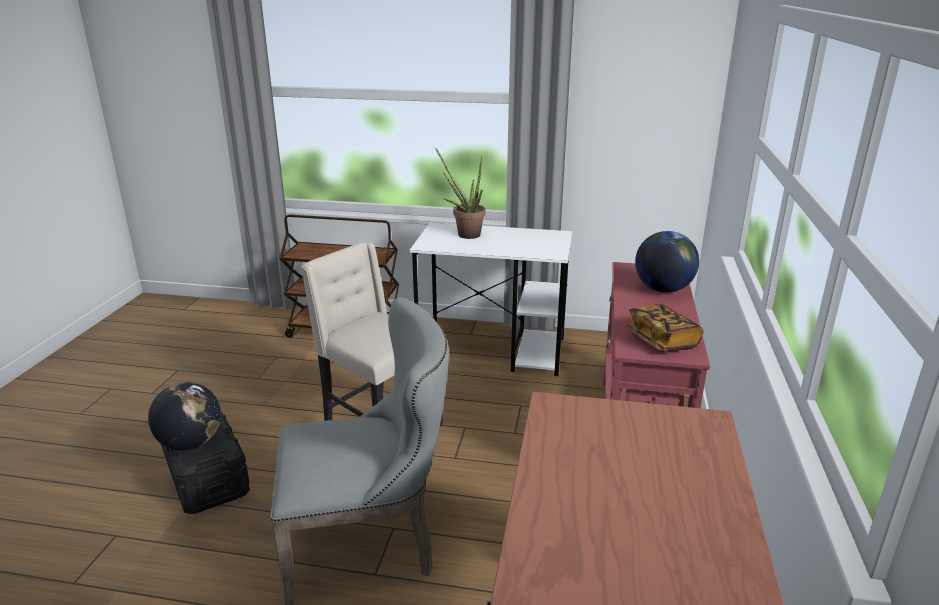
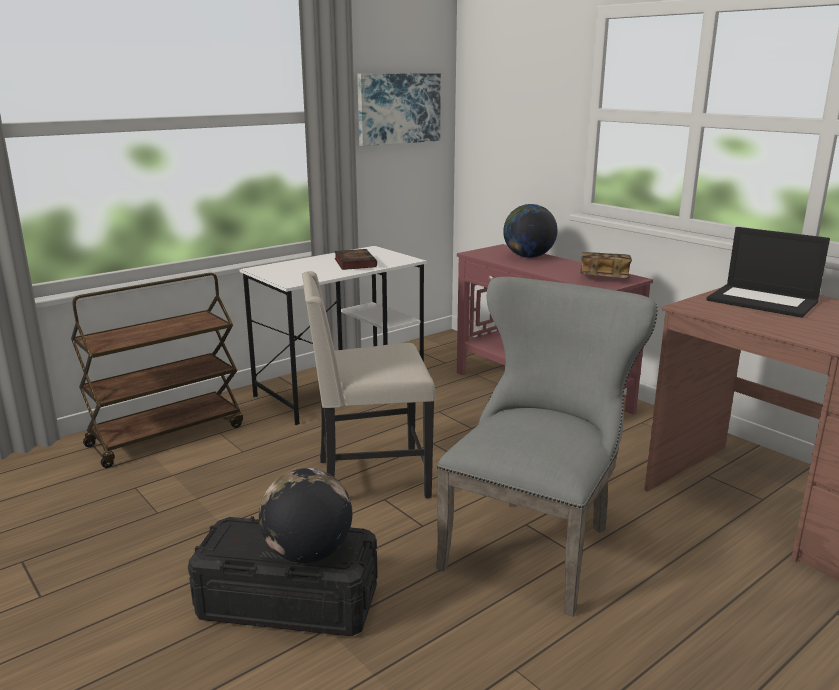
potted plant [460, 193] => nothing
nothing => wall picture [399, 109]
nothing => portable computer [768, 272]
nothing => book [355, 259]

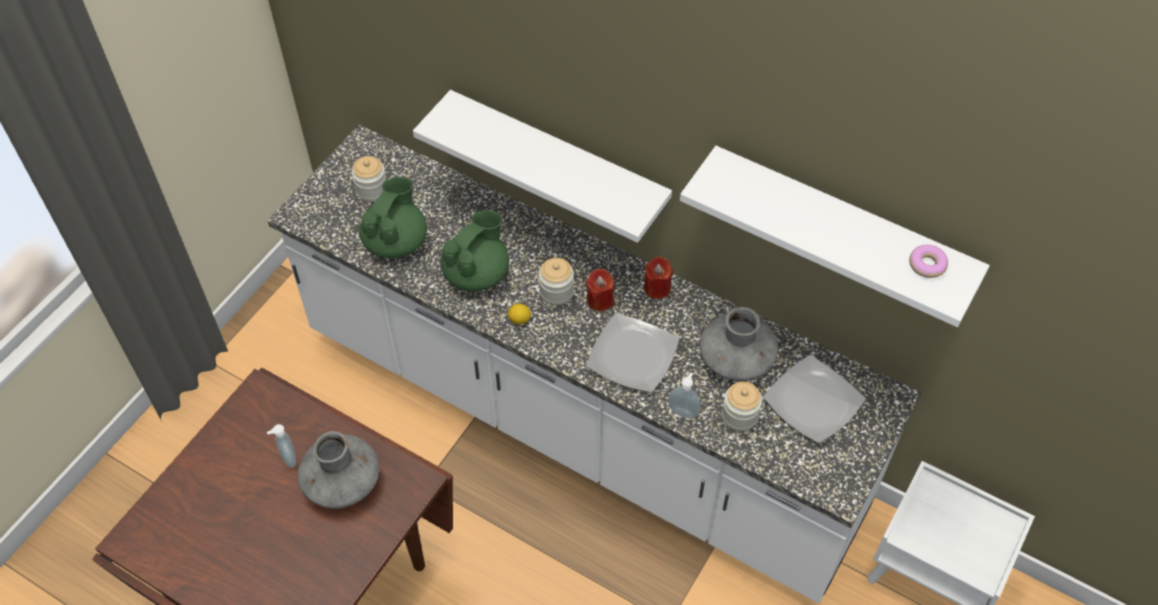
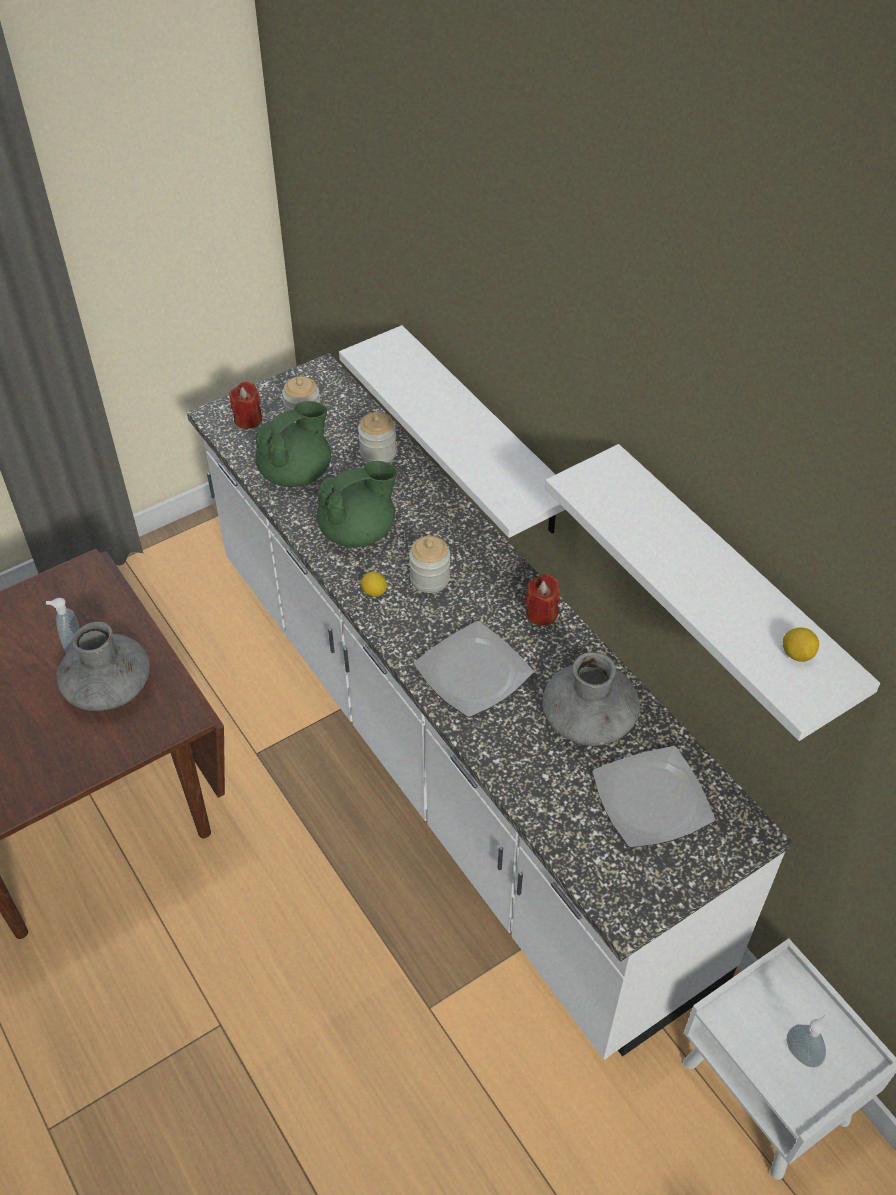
doughnut [928, 261] => citrus fruit [801, 645]
red-coloured candle [600, 290] => red-coloured candle [245, 405], moved
soap bottle [684, 396] => soap bottle [807, 1041], moved
jar [742, 406] => jar [377, 437], moved

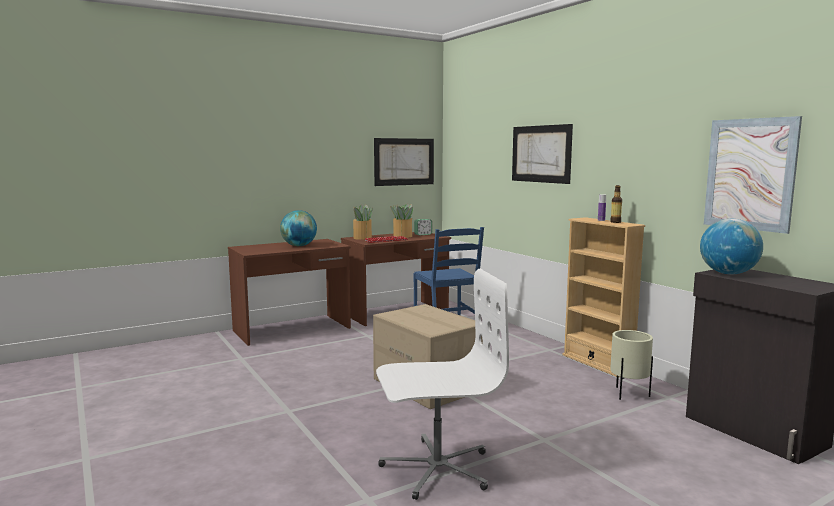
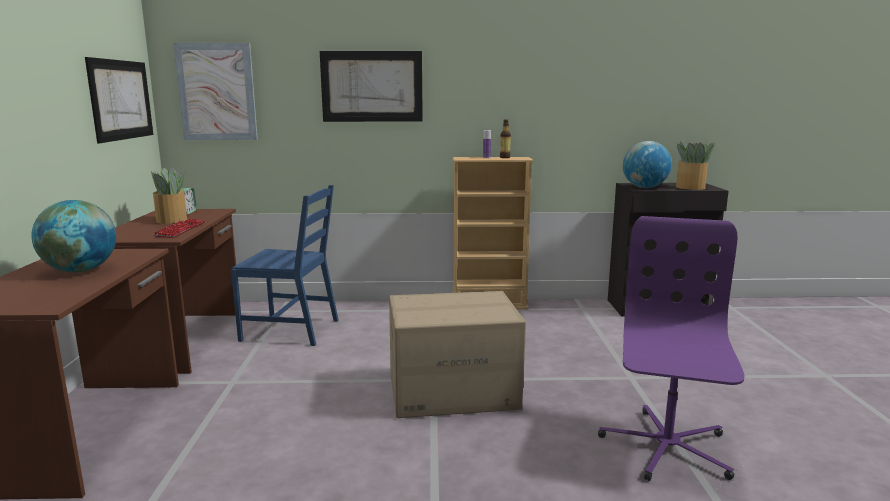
wall picture [753, 175] => wall picture [215, 91], moved
potted plant [363, 222] => potted plant [695, 165], moved
whitish computer chair [442, 384] => purple-coloured computer chair [671, 348]
beige plant pot [631, 365] => nothing

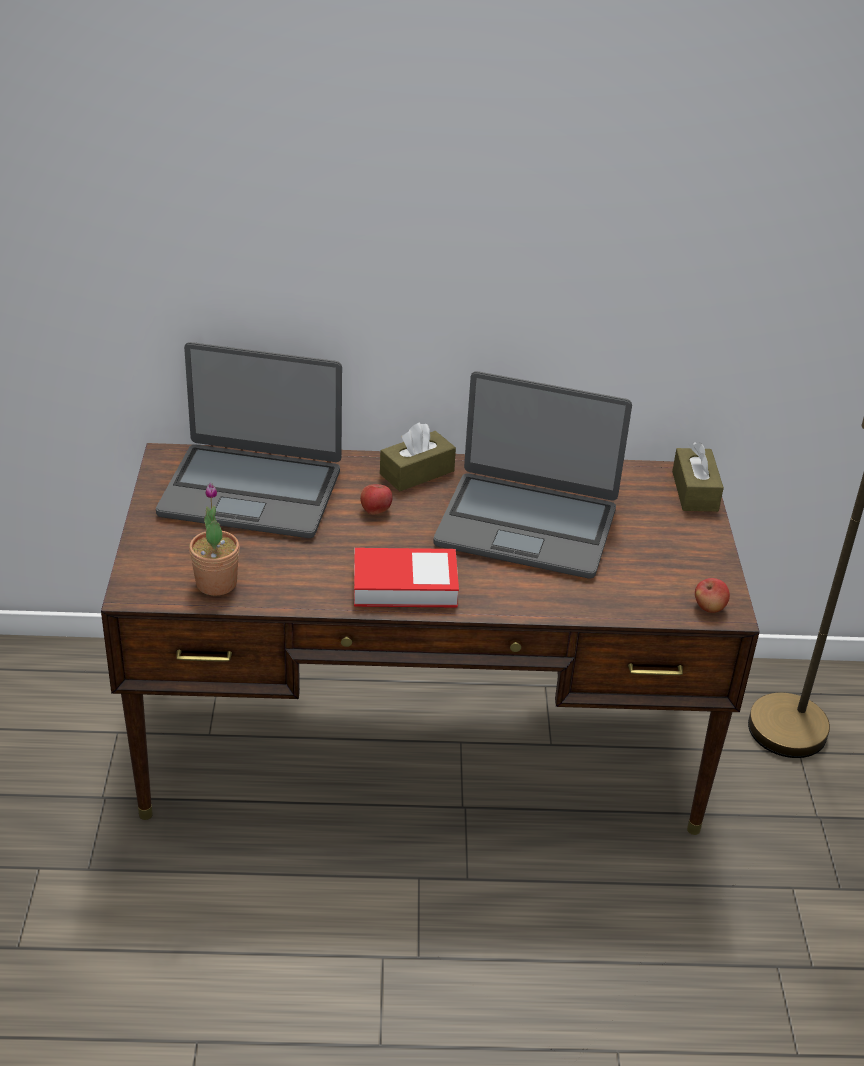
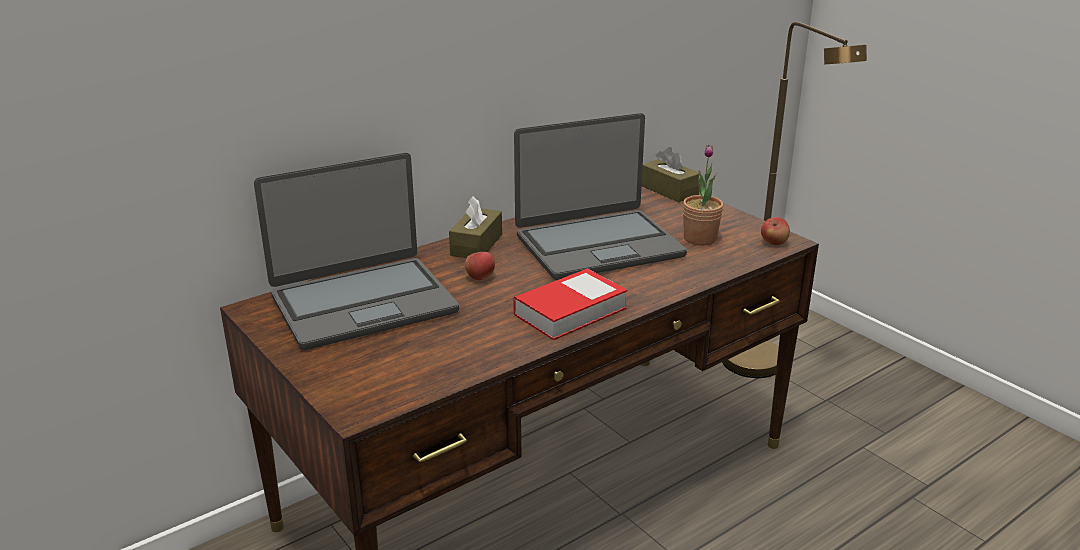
potted plant [214, 539] => potted plant [703, 195], moved

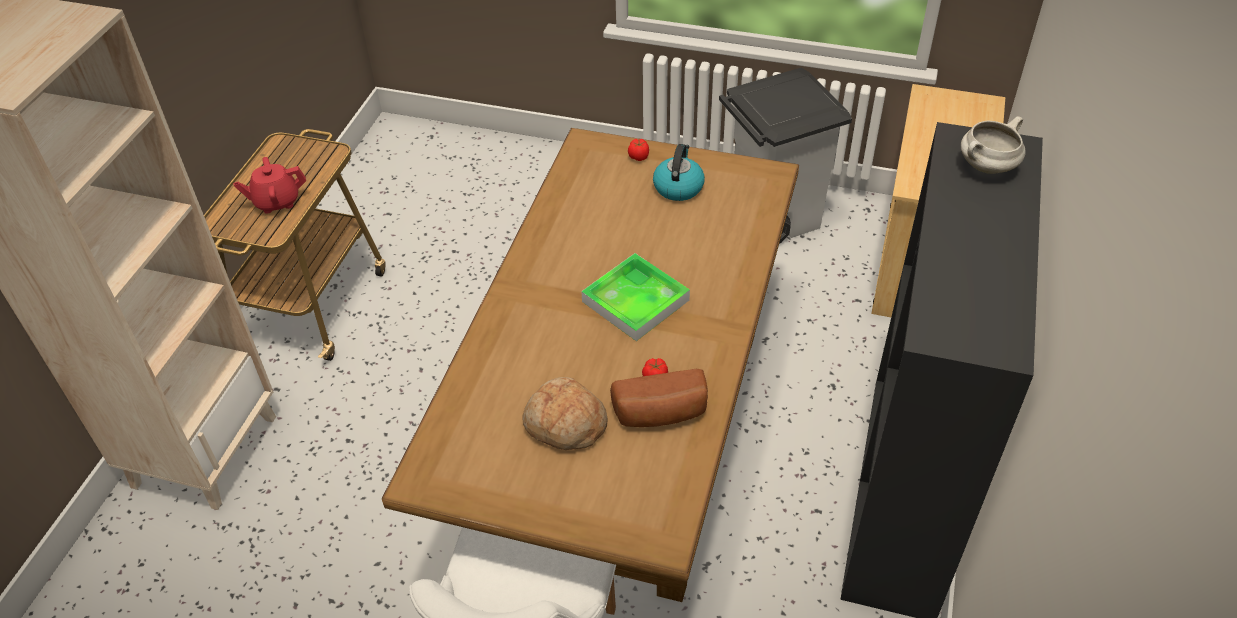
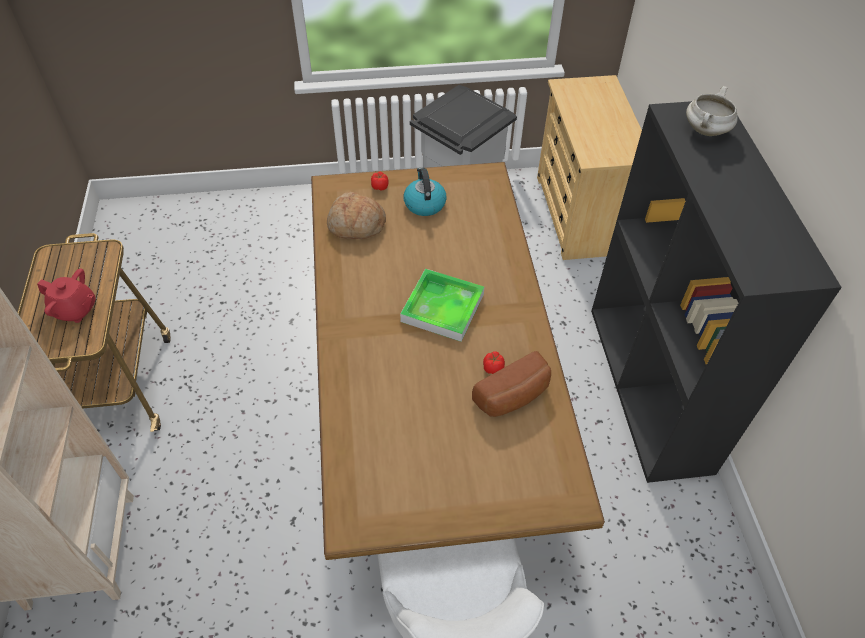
red-coloured tea pot [269, 185] => red-coloured tea pot [66, 295], 120 degrees counterclockwise
bakery bread [565, 413] => bakery bread [356, 215], moved

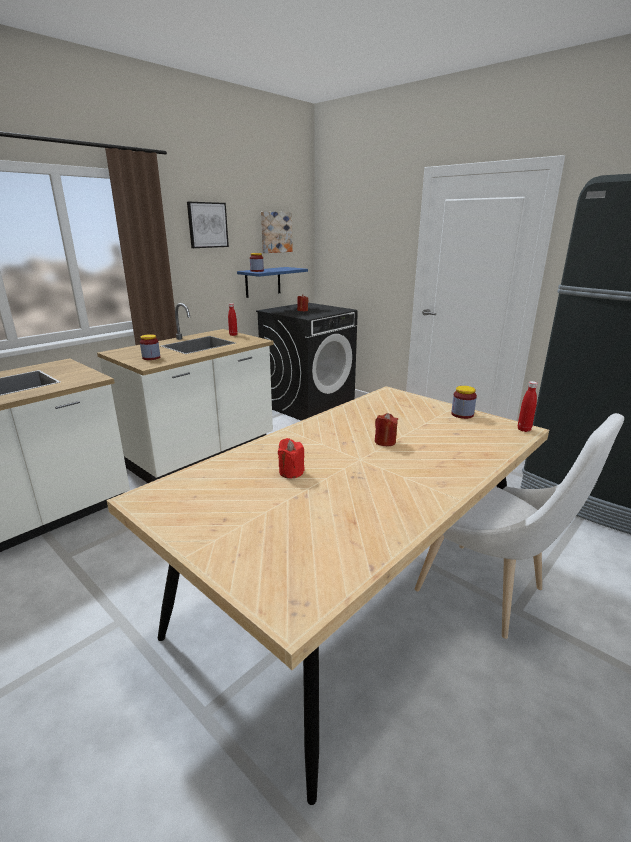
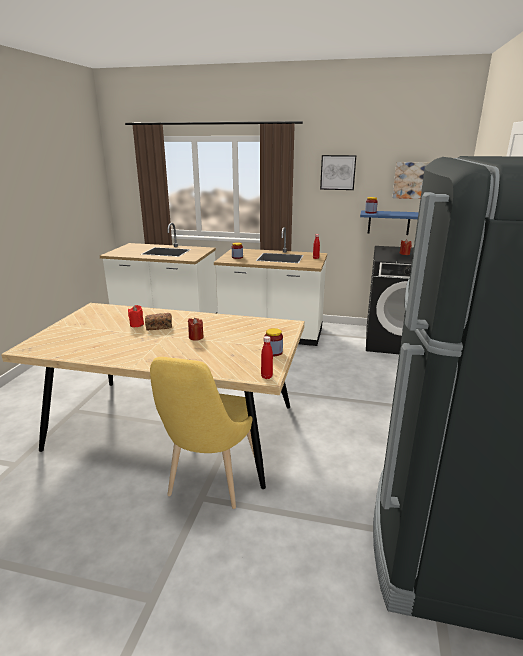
whitish upright chair [519, 526] => yellow-coloured upright chair [202, 433]
nothing => bakery bread [158, 322]

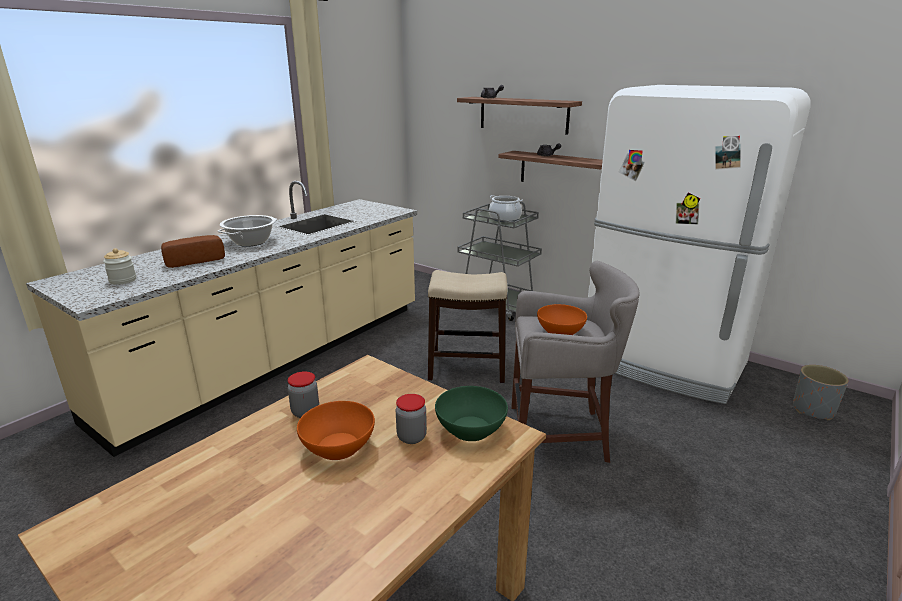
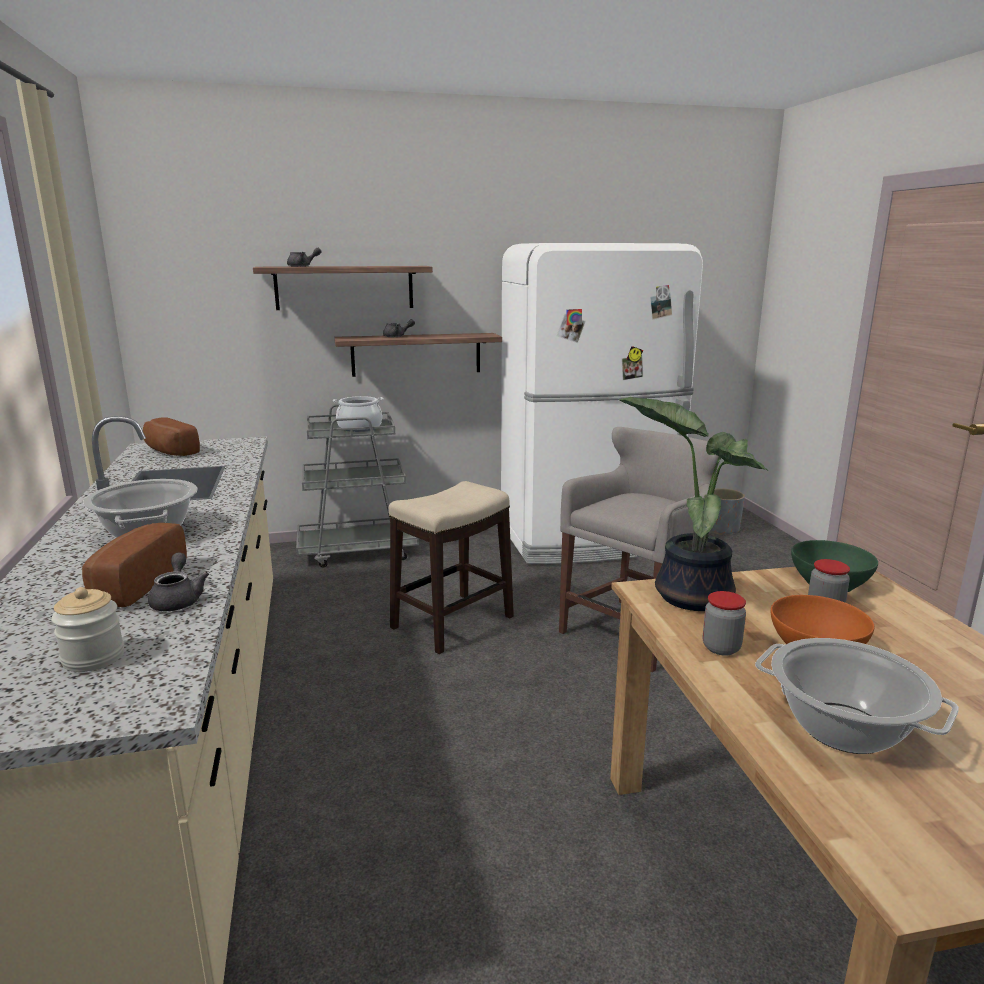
orangey deep dish [562, 319] => nothing
nothing => potted plant [693, 504]
nothing => bakery bread [171, 436]
nothing => grey tea pot [178, 582]
nothing => cooking pot [857, 696]

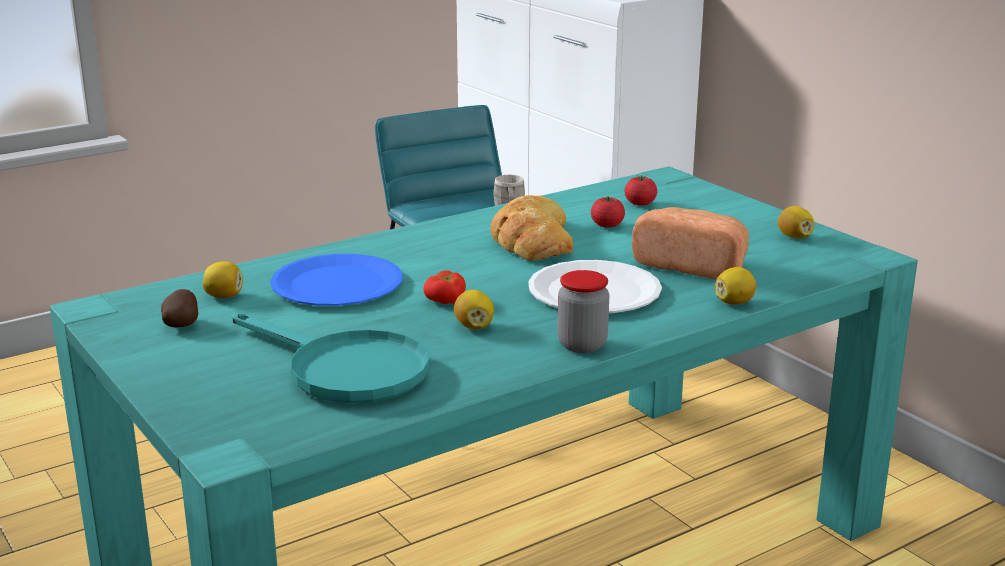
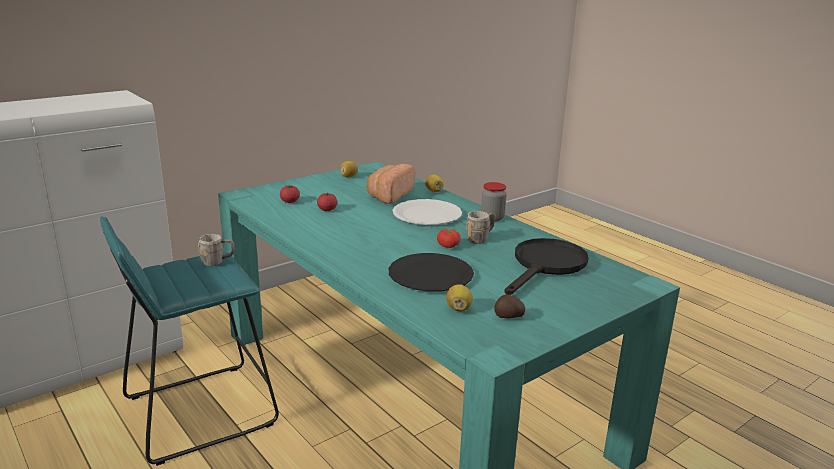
bakery bread [531, 228] => nothing
bluish dinner plate [336, 280] => black dinner plate [431, 272]
citrus fruit [474, 310] => grey tea mug [480, 227]
blue-green skillet [330, 357] => black skillet [547, 266]

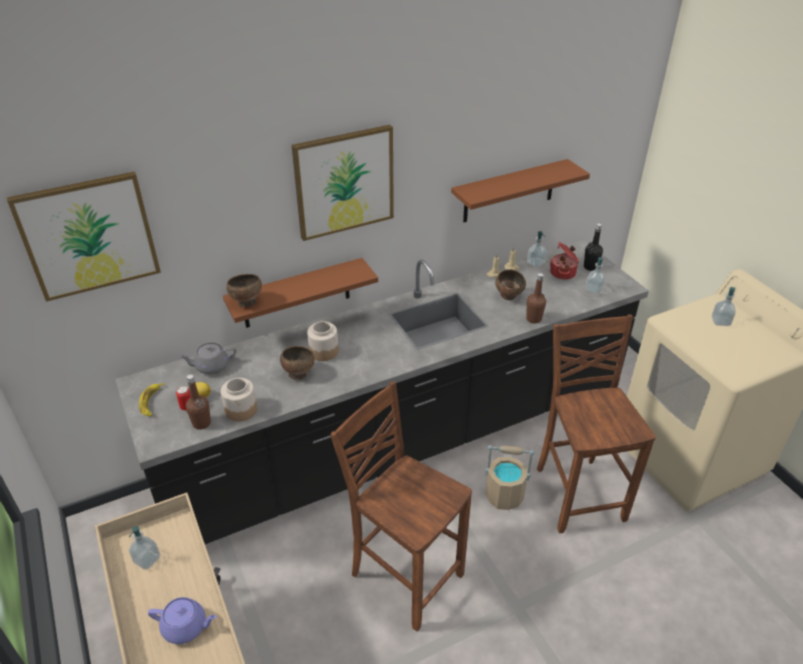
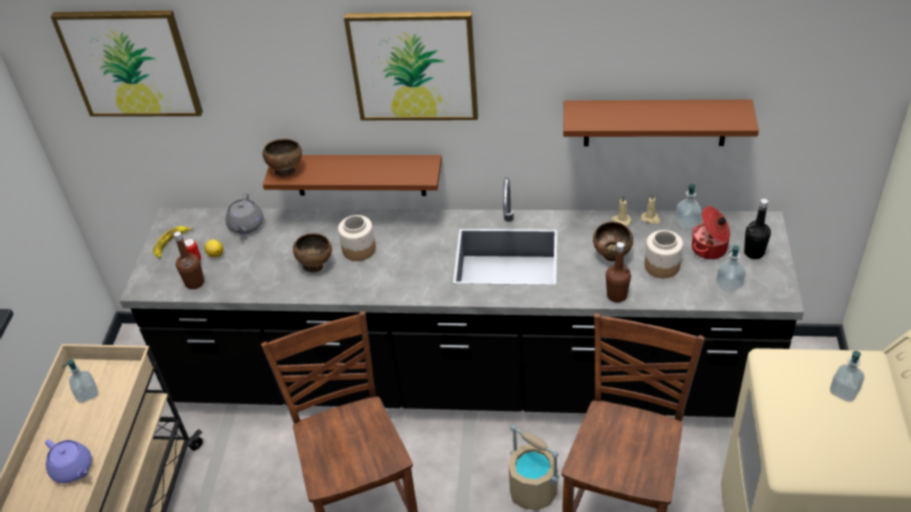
grey tea pot [207, 358] => grey tea pot [244, 213], 105 degrees counterclockwise
jar [239, 400] => jar [663, 254], moved

